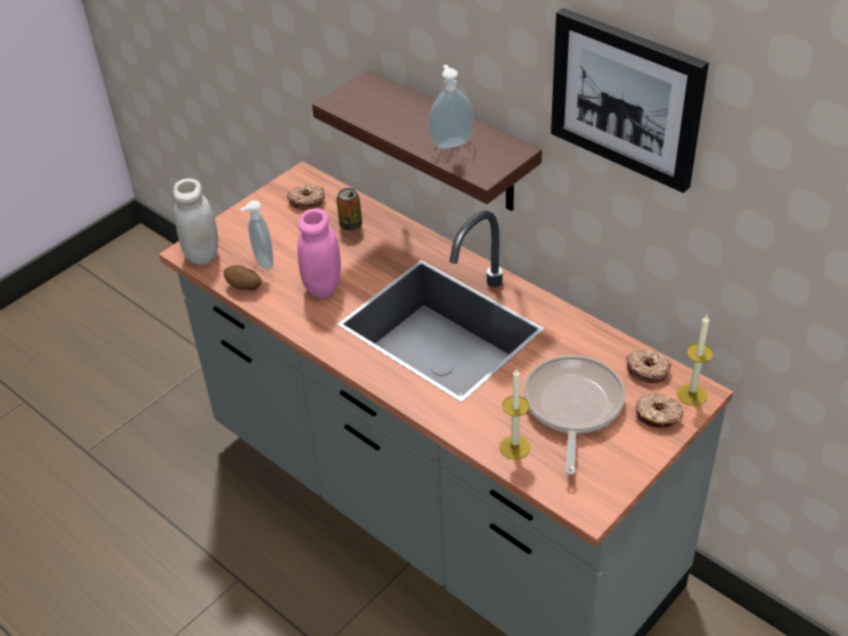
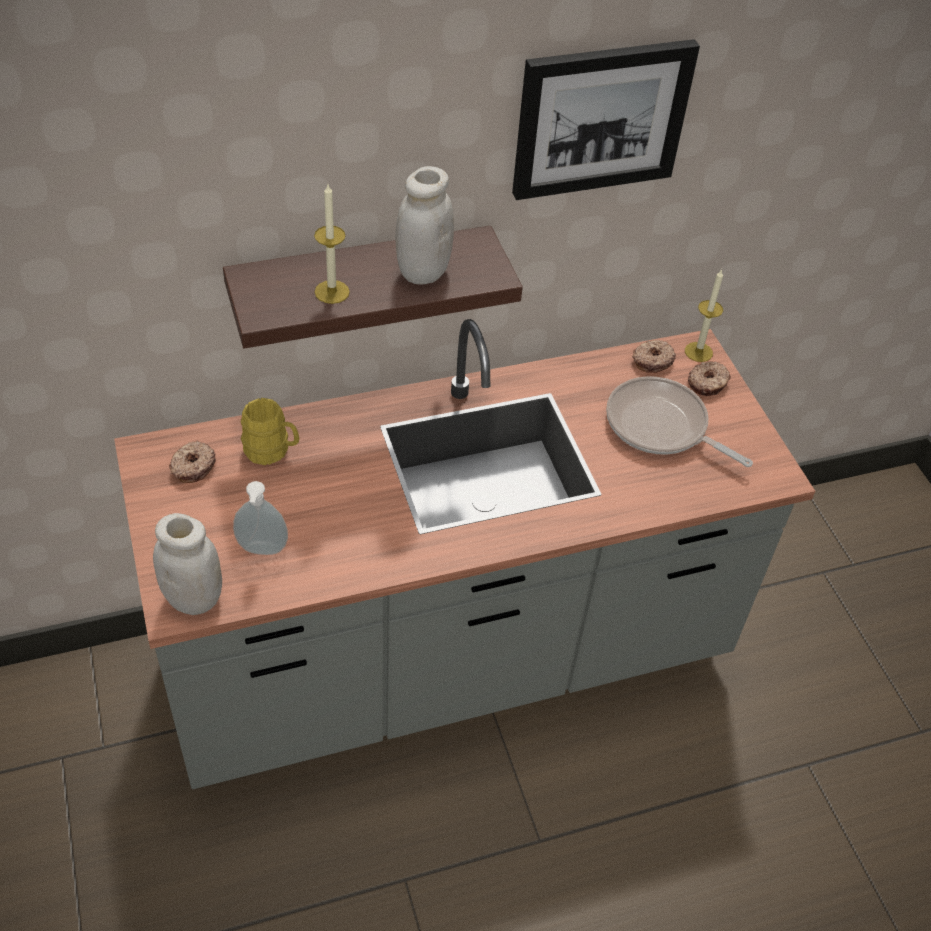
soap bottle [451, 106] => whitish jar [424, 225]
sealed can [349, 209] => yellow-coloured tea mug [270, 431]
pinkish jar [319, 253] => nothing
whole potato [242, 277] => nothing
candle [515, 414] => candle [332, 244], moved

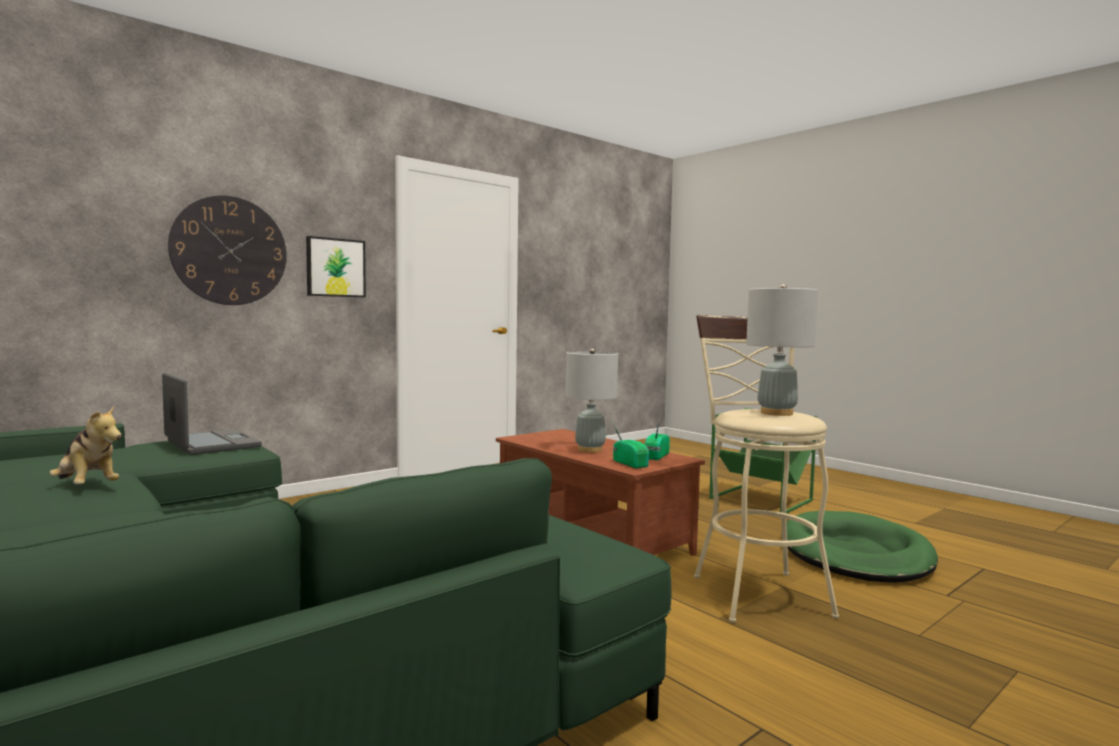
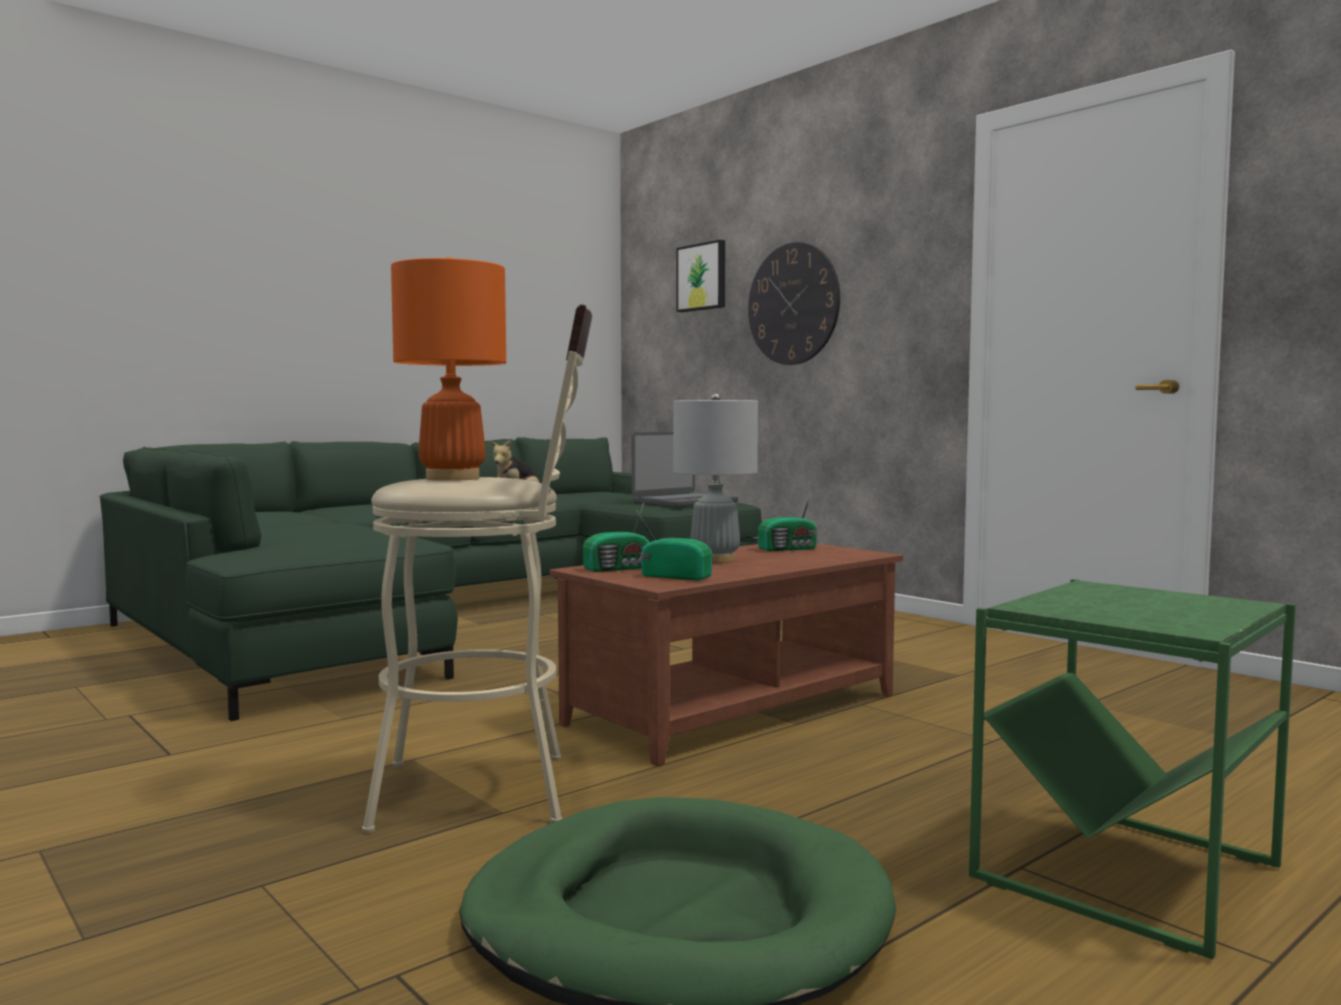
wall picture [336, 266] => wall picture [701, 276], moved
grey lamp for a table [782, 350] => orangey lamp for a table [448, 369]
nothing => radio receiver [788, 522]

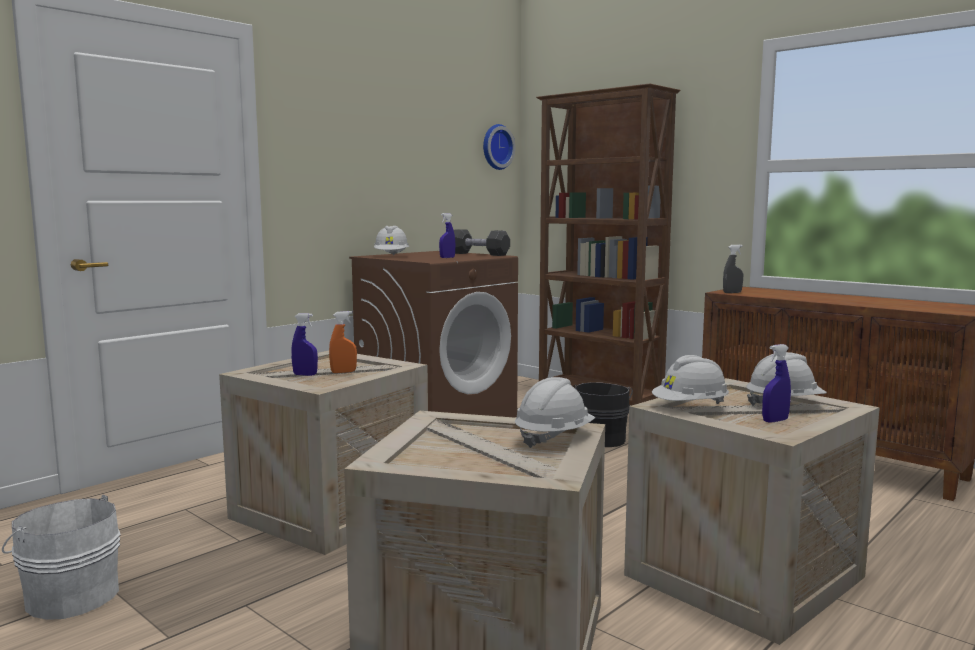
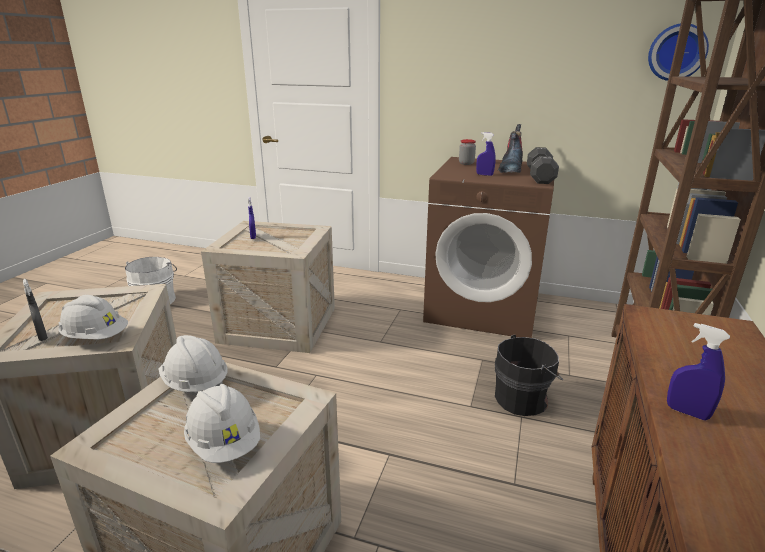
whitish hard hat [391, 240] => jar [467, 152]
grey sprayer [733, 268] => grey sprayer [35, 310], moved
orangey sprayer [343, 342] => nothing
bluish sprayer [776, 383] => bluish sprayer [698, 371], moved
nothing => tall boot [510, 148]

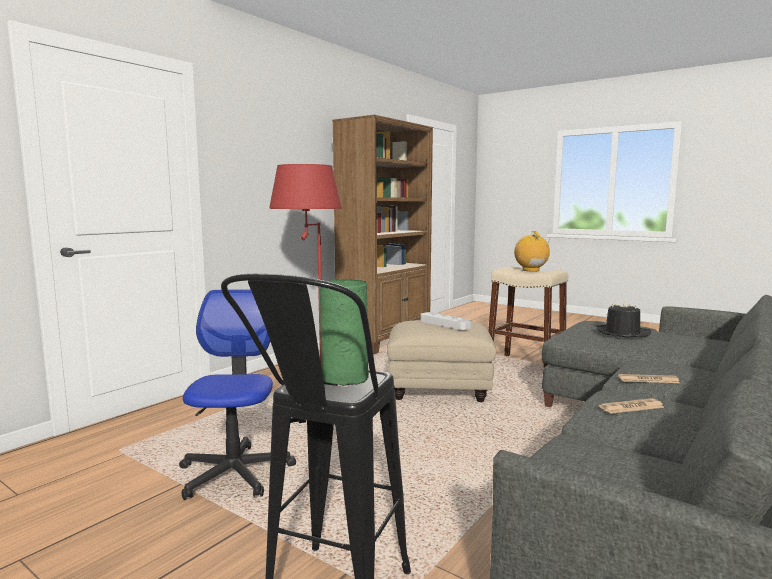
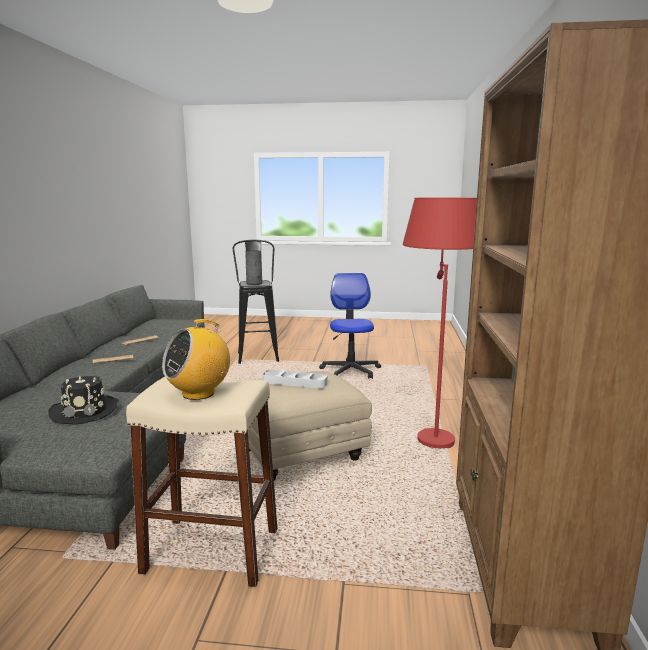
radio receiver [532, 251] => radio receiver [196, 359], 90 degrees clockwise
green flower vase [344, 332] => grey flower vase [253, 267]
computer chair [237, 394] => computer chair [350, 326], 150 degrees counterclockwise

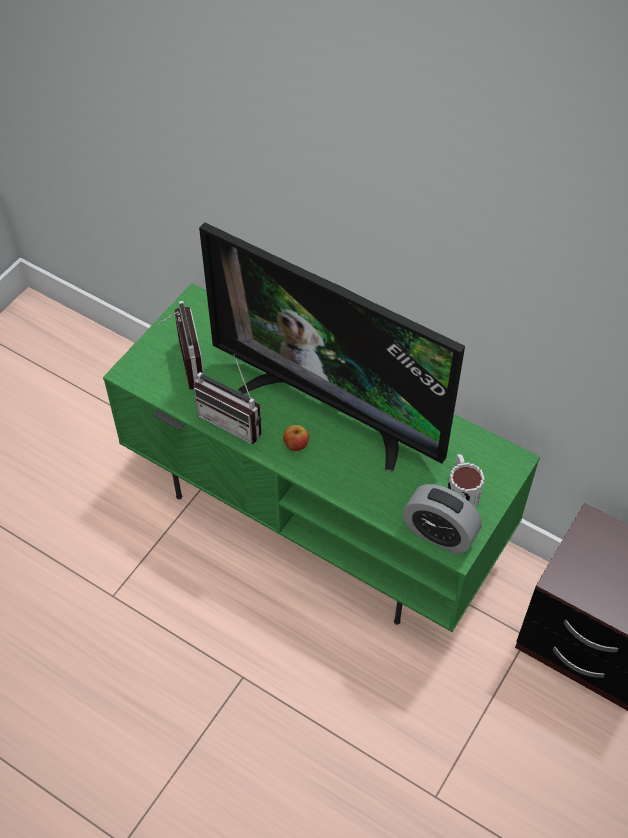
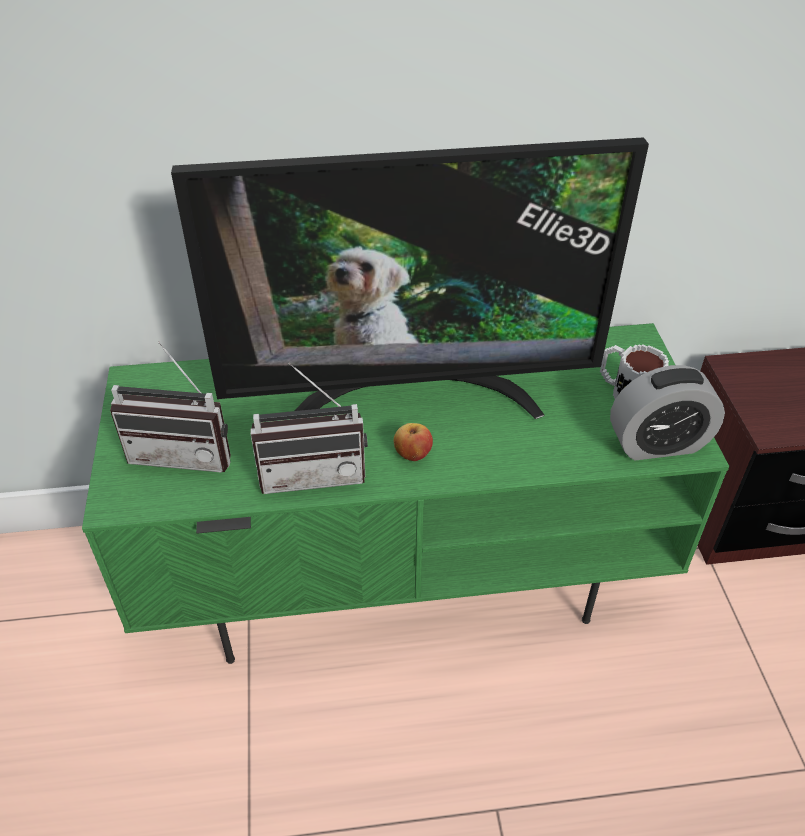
radio receiver [181, 345] => radio receiver [170, 407], 150 degrees clockwise

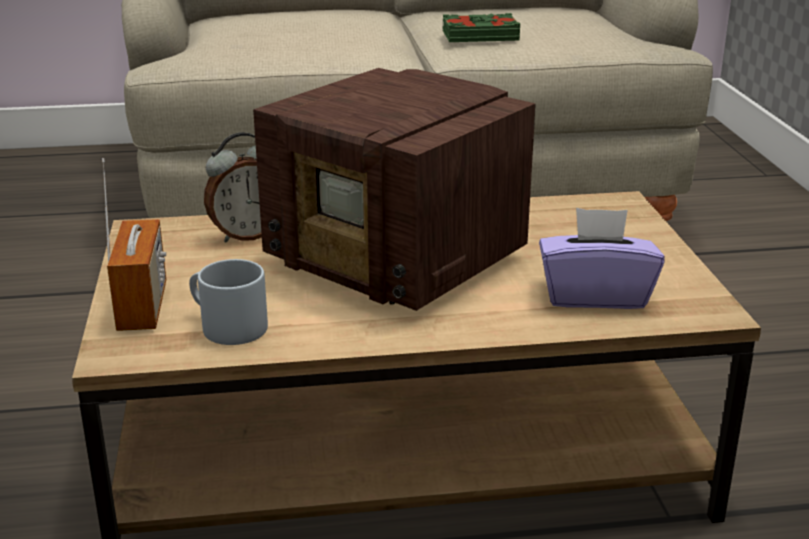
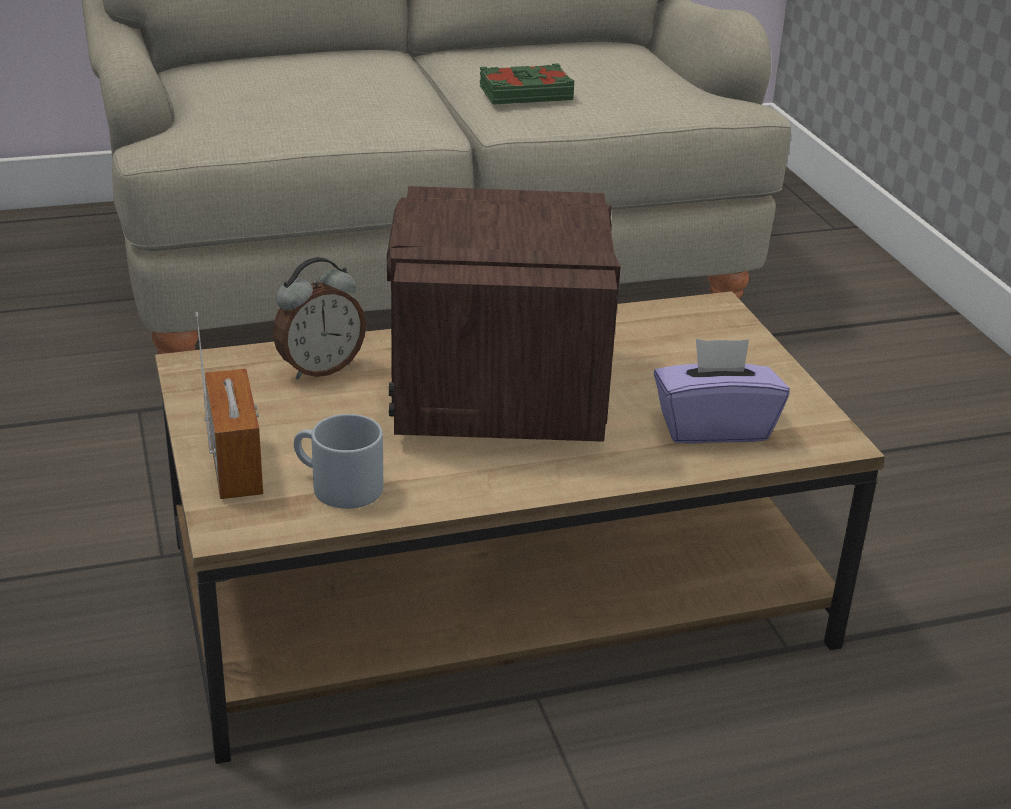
radio receiver [394, 189] => radio receiver [504, 314], 60 degrees clockwise

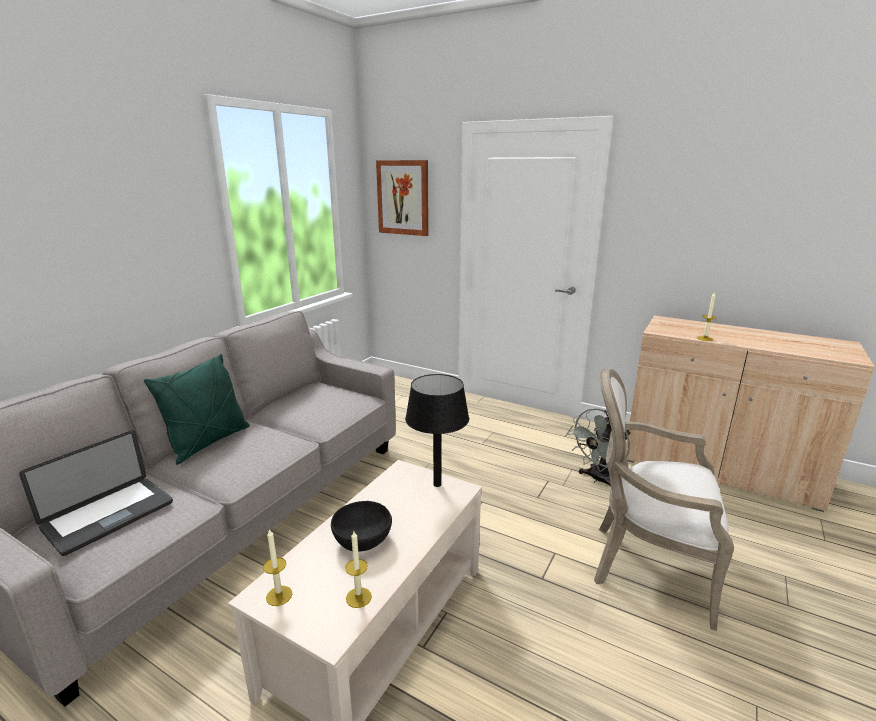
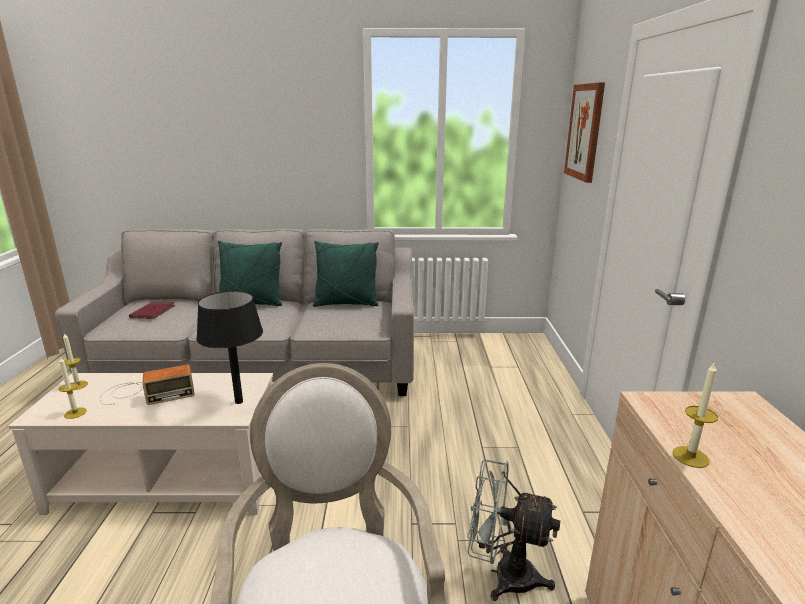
portable computer [96, 493] => red-coloured book [152, 310]
black deep dish [361, 526] => radio receiver [147, 385]
nothing => green pillow [346, 274]

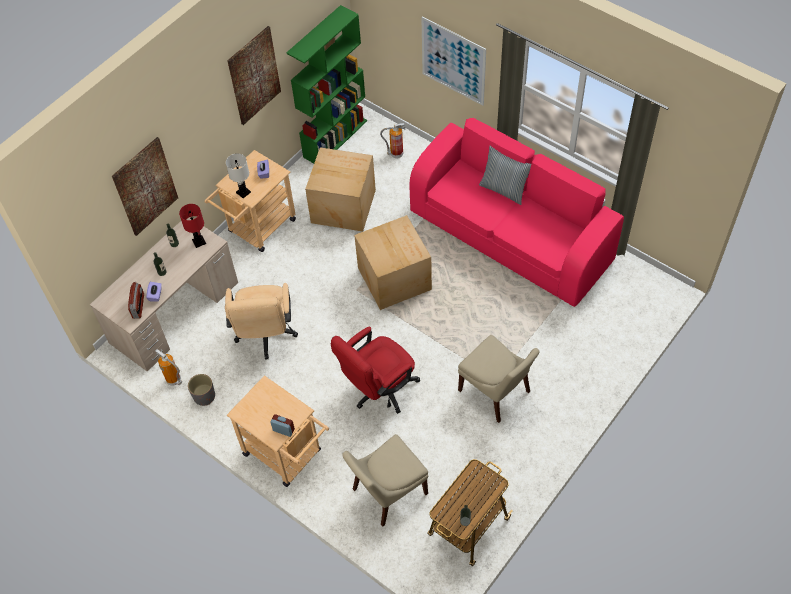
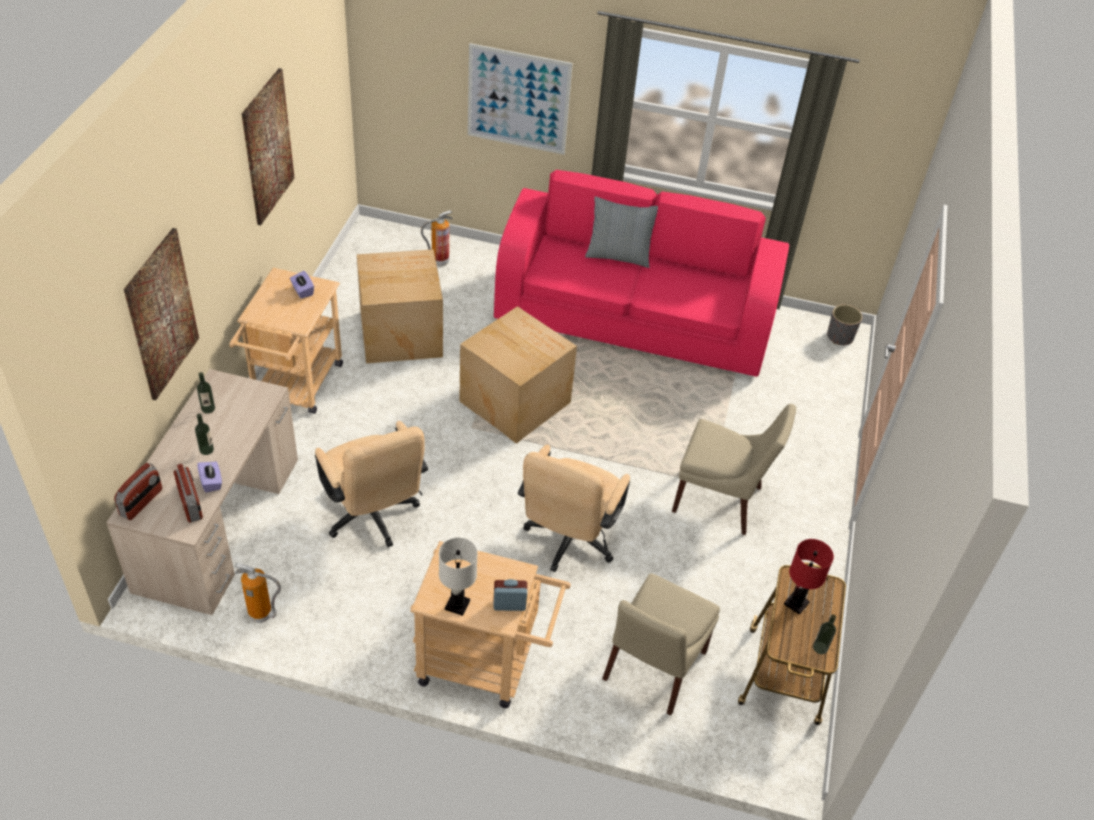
green bookcase [326, 84] => nothing
whitish lamp for a table [238, 176] => whitish lamp for a table [458, 577], moved
red-coloured lamp for a table [192, 226] => red-coloured lamp for a table [809, 577], moved
red-coloured computer chair [375, 370] => beige computer chair [574, 508]
grey plant pot [201, 390] => grey plant pot [844, 325], moved
nothing => radio receiver [138, 491]

